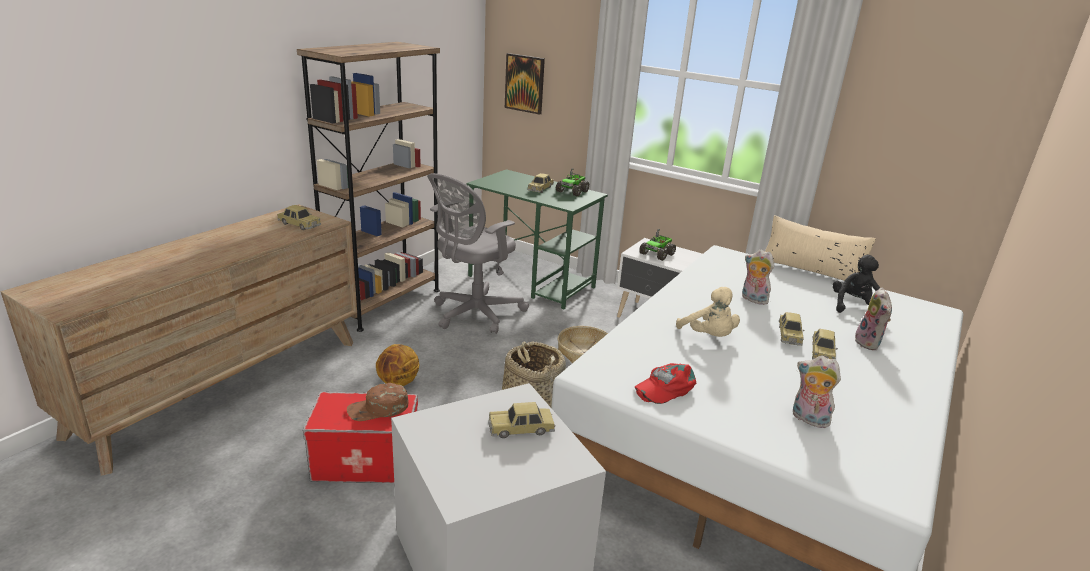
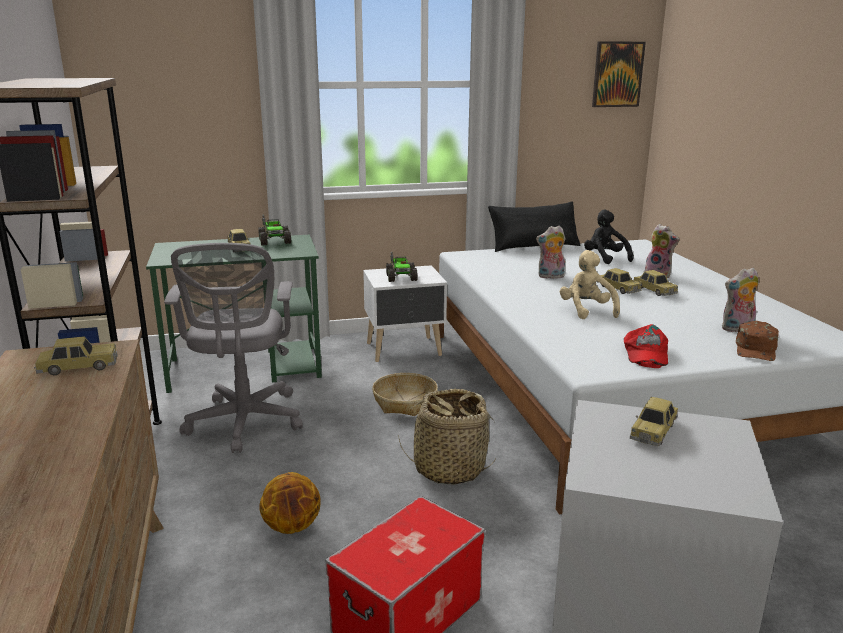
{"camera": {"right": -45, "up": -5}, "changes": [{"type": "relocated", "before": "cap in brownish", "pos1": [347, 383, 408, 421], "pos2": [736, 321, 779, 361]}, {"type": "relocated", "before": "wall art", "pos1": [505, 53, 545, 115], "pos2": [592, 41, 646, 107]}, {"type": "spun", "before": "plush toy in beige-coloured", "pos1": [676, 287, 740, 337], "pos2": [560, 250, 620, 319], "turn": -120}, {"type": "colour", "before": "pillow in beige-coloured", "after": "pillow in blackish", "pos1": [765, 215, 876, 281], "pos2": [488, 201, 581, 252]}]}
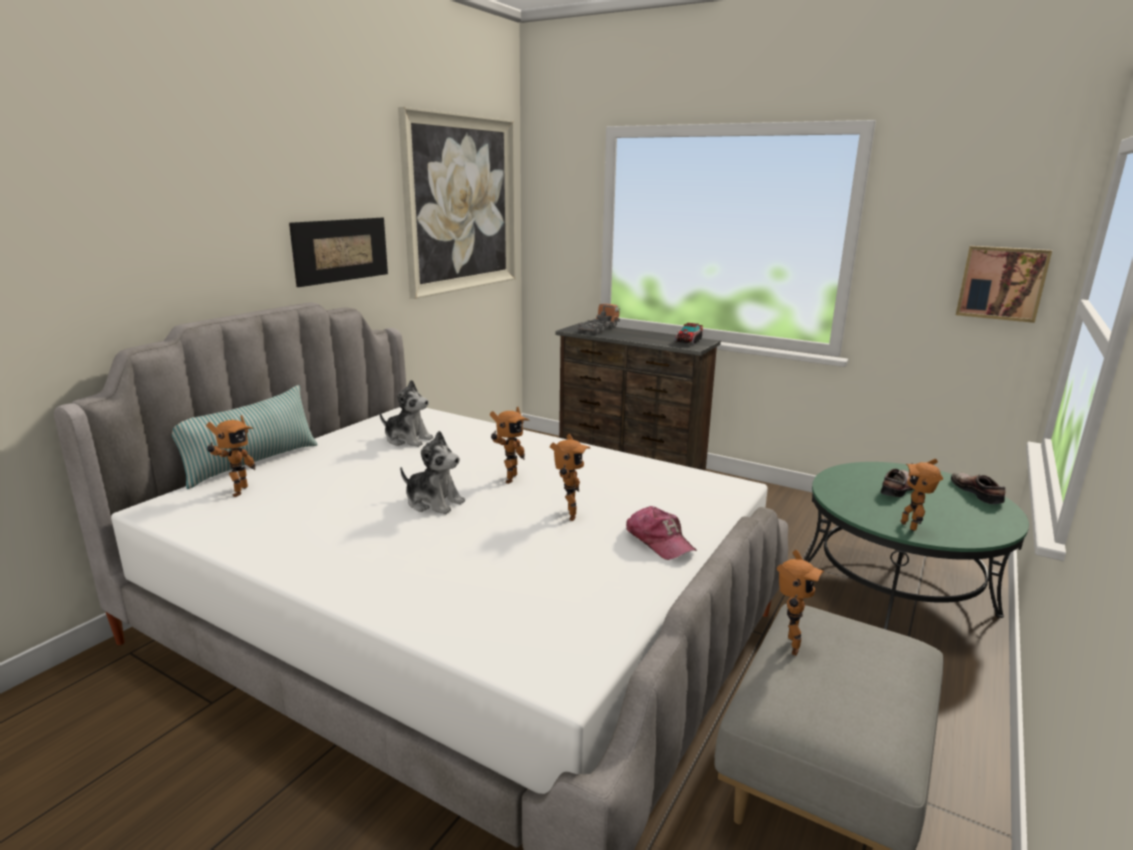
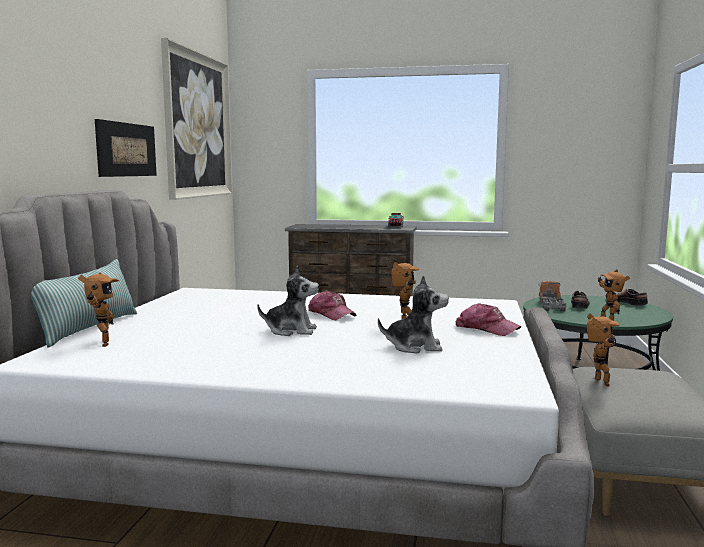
{"camera": {"right": -20, "up": -10}, "changes": [{"type": "relocated", "before": "plush toy", "pos1": [379, 380, 434, 447], "pos2": [378, 275, 449, 354]}, {"type": "exchanged", "before": "model robot", "after": "cap", "pos1": [490, 407, 529, 484], "pos2": [309, 291, 357, 320]}, {"type": "relocated", "before": "toy truck", "pos1": [577, 304, 620, 334], "pos2": [539, 281, 566, 311]}, {"type": "missing", "before": "wall art", "pos1": [956, 246, 1052, 323]}]}
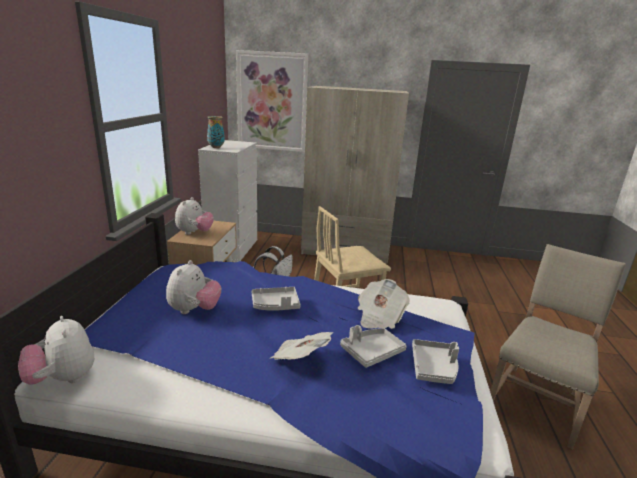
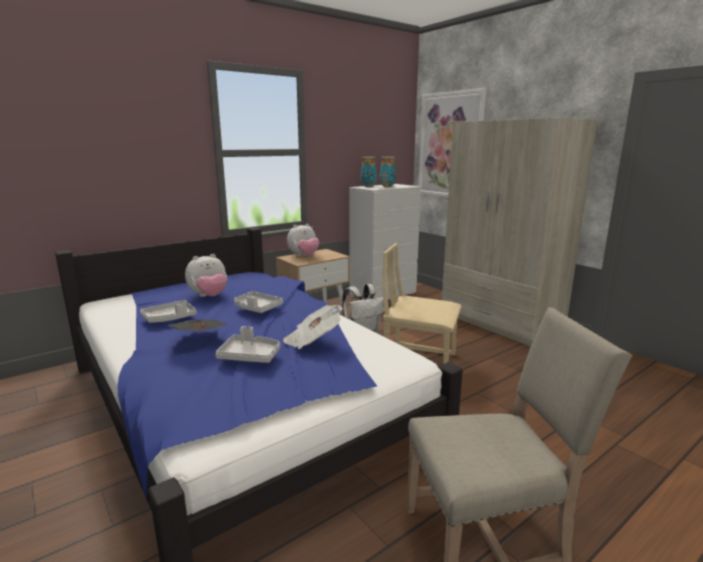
{"camera": {"right": 45, "up": -5}, "changes": [{"type": "missing", "before": "plush toy", "pos1": [18, 316, 94, 385]}, {"type": "relocated", "before": "carrying tray in gray", "pos1": [412, 339, 459, 384], "pos2": [140, 300, 197, 323]}, {"type": "appeared", "after": "decorative vase", "pos2": [380, 157, 396, 187]}]}
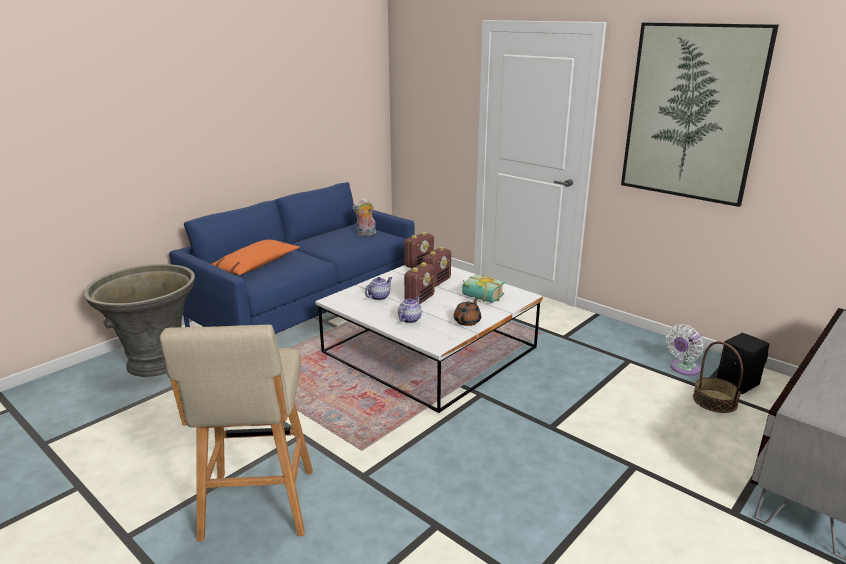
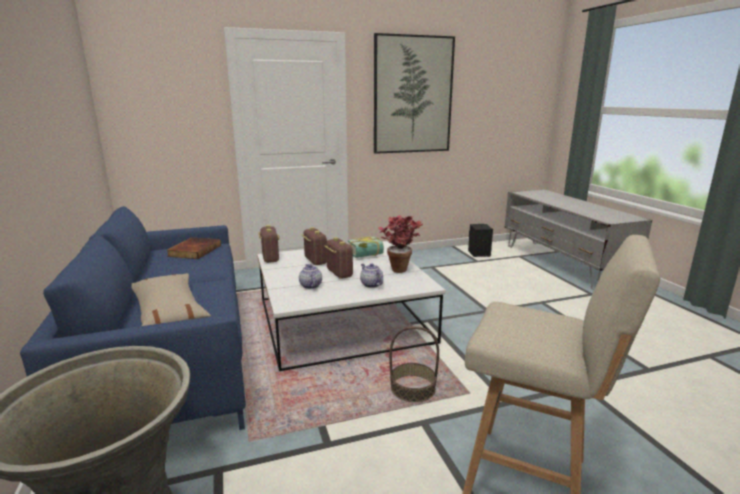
{"camera": {"right": -60, "up": -5}, "changes": [{"type": "colour", "before": "pillow in orangey", "after": "pillow in beige-coloured", "pos1": [212, 239, 300, 276], "pos2": [131, 273, 211, 326]}, {"type": "exchanged", "before": "plush toy", "after": "volume", "pos1": [352, 198, 376, 236], "pos2": [167, 237, 221, 259]}, {"type": "exchanged", "before": "pot for tea in brownish", "after": "houseplant", "pos1": [454, 297, 481, 326], "pos2": [378, 215, 423, 273]}, {"type": "missing", "before": "electric fan in whitish", "pos1": [666, 324, 704, 376]}, {"type": "relocated", "before": "basket", "pos1": [693, 341, 743, 413], "pos2": [389, 326, 439, 402]}]}
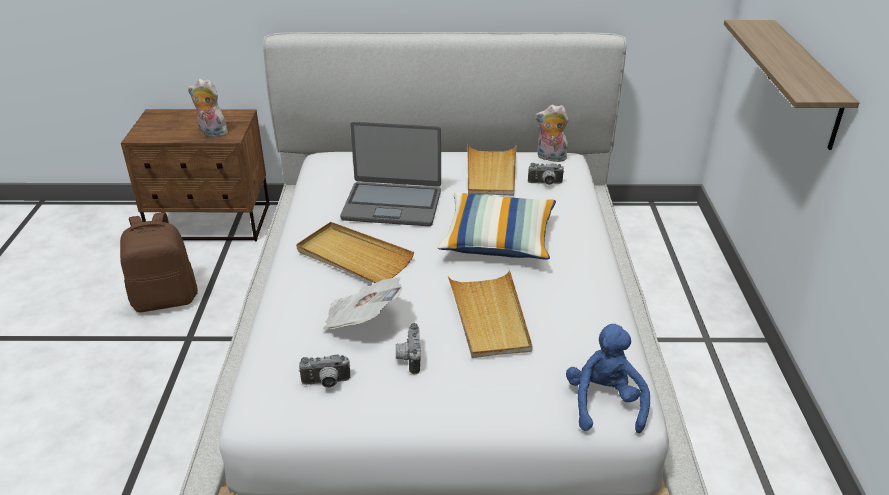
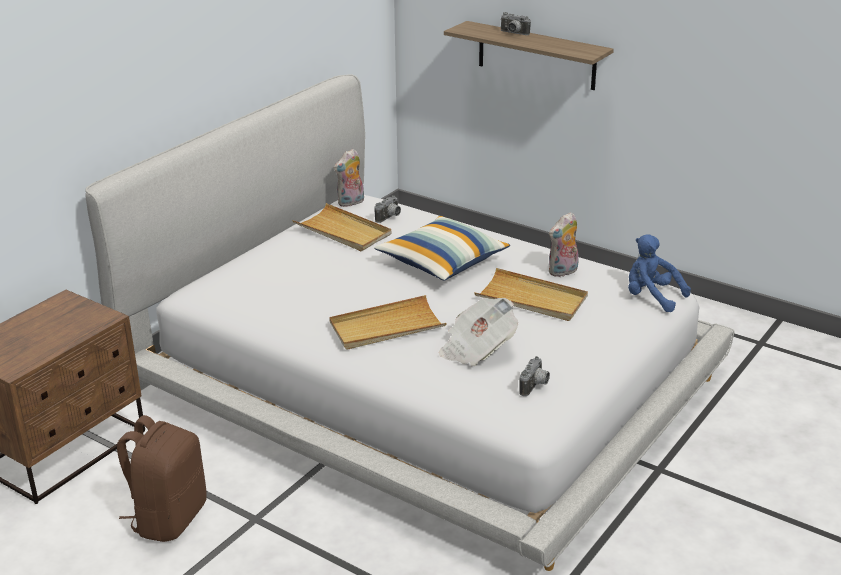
{"camera": {"right": -55, "up": -5}, "changes": [{"type": "relocated", "before": "plush toy", "pos1": [188, 79, 228, 137], "pos2": [549, 212, 579, 277]}, {"type": "missing", "before": "notebook computer", "pos1": [340, 122, 441, 226]}, {"type": "relocated", "before": "still camera", "pos1": [396, 323, 421, 374], "pos2": [500, 12, 531, 35]}]}
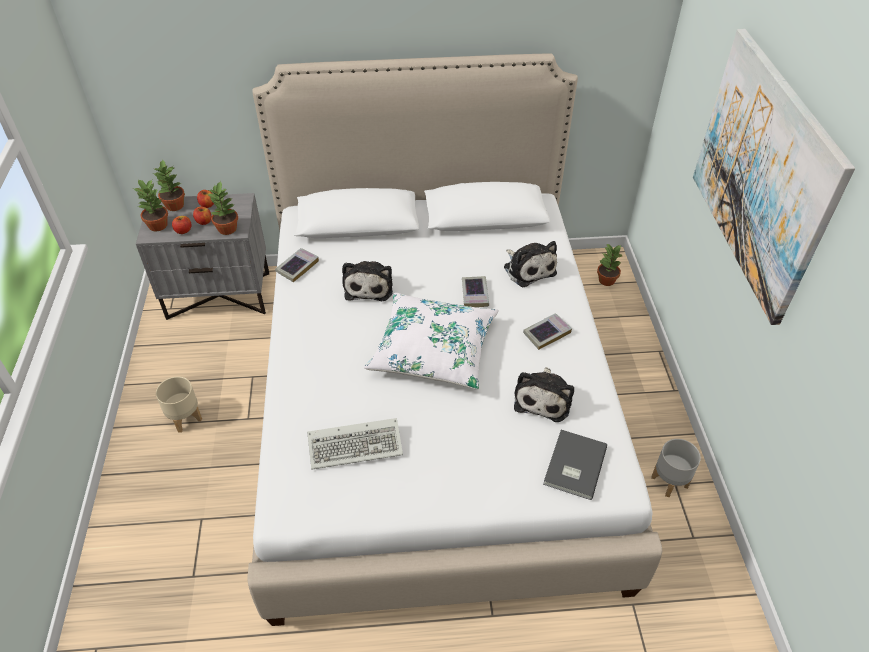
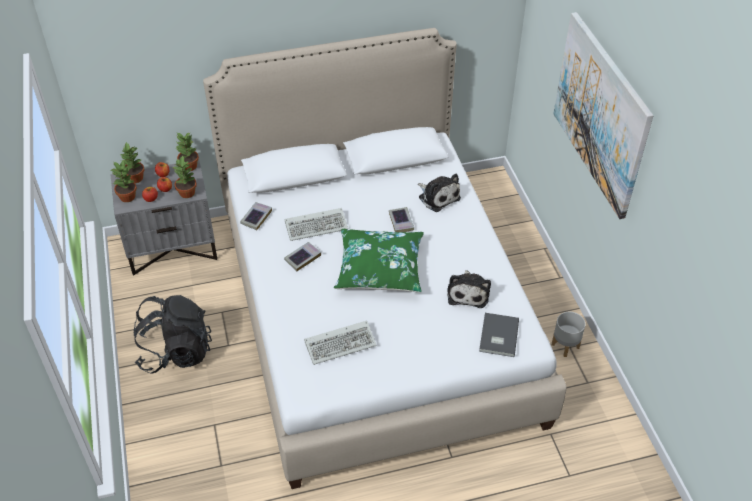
{"camera": {"right": -10, "up": 0}, "changes": [{"type": "exchanged", "before": "plant pot in beige-coloured", "after": "knapsack in blackish", "pos1": [156, 377, 202, 433], "pos2": [134, 295, 212, 374]}, {"type": "exchanged", "before": "plush toy", "after": "computer keyboard", "pos1": [342, 261, 393, 301], "pos2": [285, 208, 348, 241]}, {"type": "colour", "before": "pillow in whitish", "after": "pillow in green-coloured", "pos1": [364, 293, 499, 389], "pos2": [334, 229, 424, 293]}, {"type": "relocated", "before": "volume", "pos1": [523, 313, 572, 350], "pos2": [284, 242, 321, 271]}, {"type": "relocated", "before": "houseplant", "pos1": [597, 244, 622, 286], "pos2": [176, 133, 199, 171]}]}
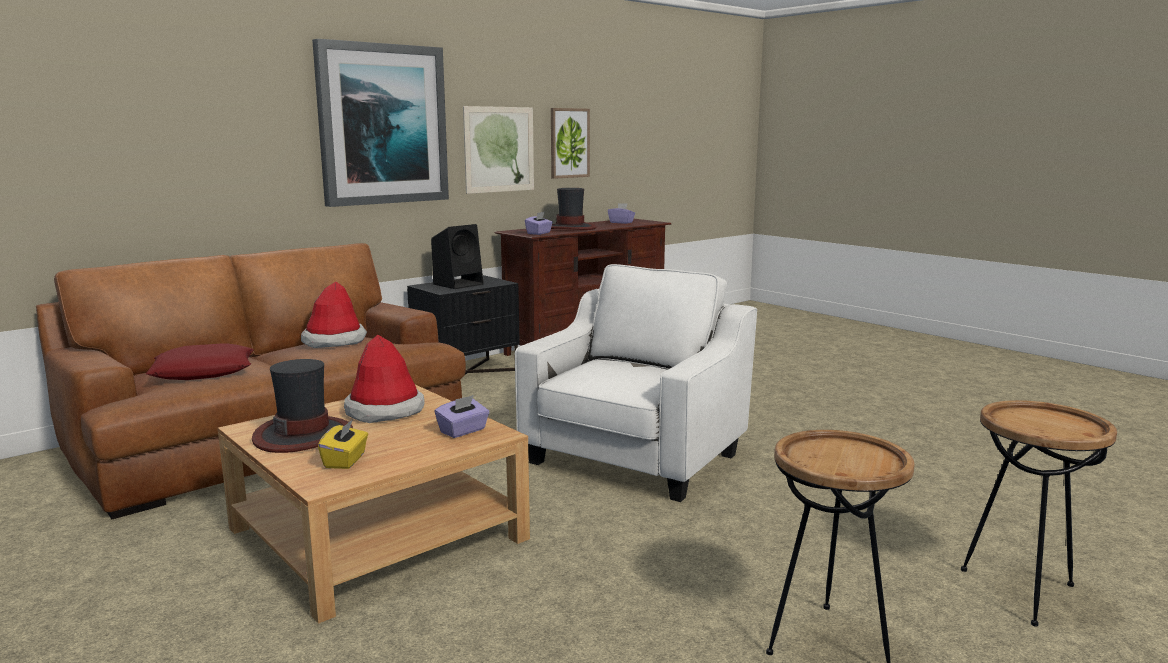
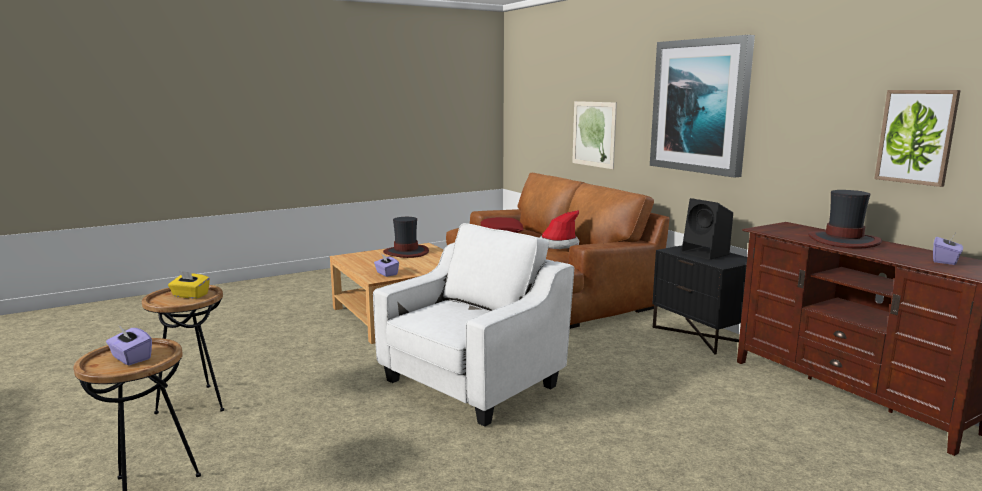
{"camera": {"right": 100, "up": 0}, "changes": [{"type": "relocated", "before": "box of tissues in yellowish", "pos1": [318, 419, 368, 469], "pos2": [168, 271, 210, 299]}, {"type": "missing", "before": "wearable hat", "pos1": [344, 335, 425, 423]}, {"type": "relocated", "before": "wall art", "pos1": [463, 106, 534, 194], "pos2": [572, 101, 617, 169]}, {"type": "spun", "before": "armchair in whitish", "pos1": [515, 264, 757, 502], "pos2": [373, 223, 574, 427], "turn": -90}, {"type": "relocated", "before": "box of tissues in purple", "pos1": [525, 212, 553, 235], "pos2": [106, 326, 152, 365]}]}
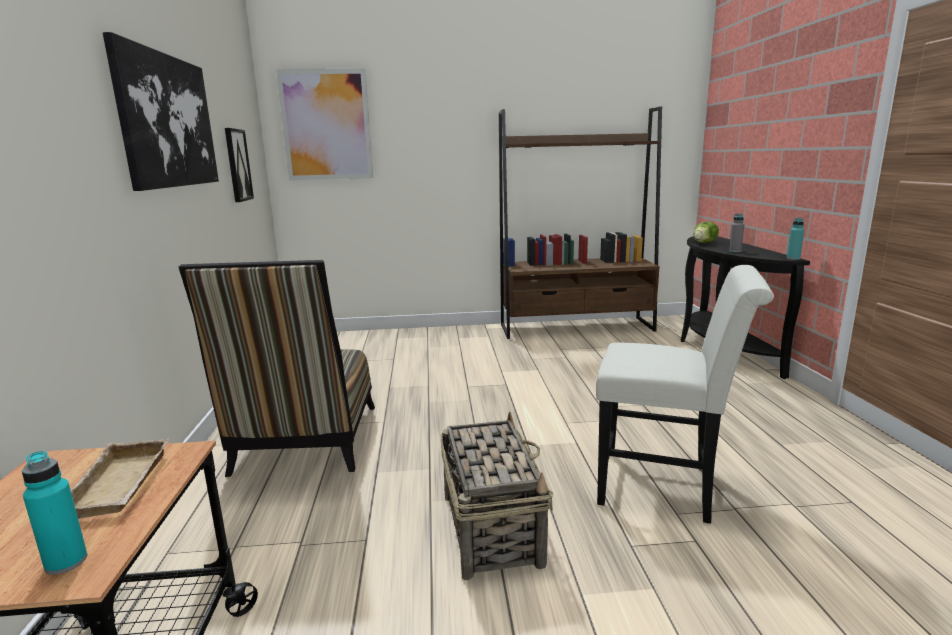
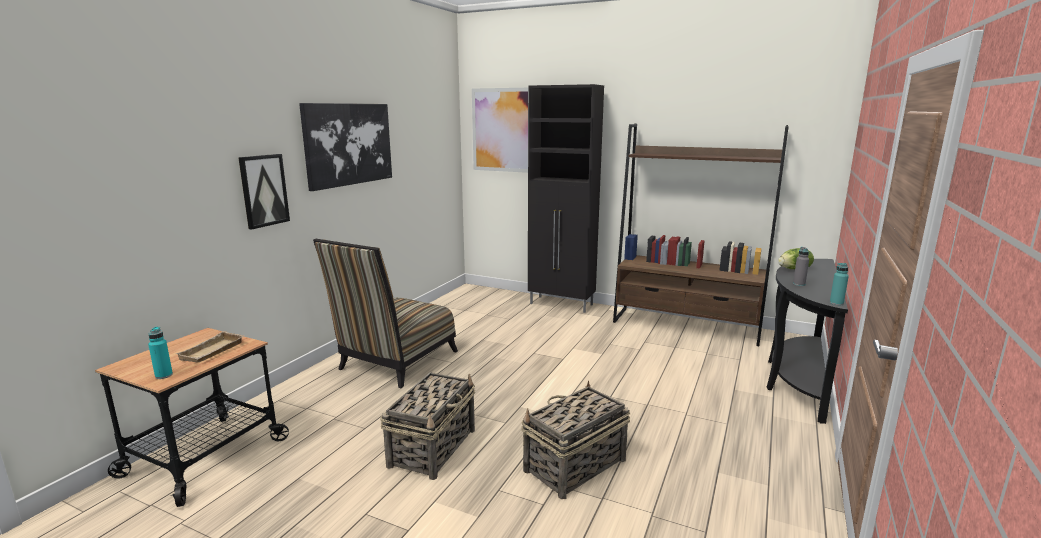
{"camera": {"right": 30, "up": 0}, "changes": [{"type": "relocated", "before": "wall art", "pos1": [225, 128, 254, 202], "pos2": [238, 154, 290, 230]}, {"type": "exchanged", "before": "chair in whitish", "after": "basket", "pos1": [596, 265, 774, 524], "pos2": [521, 381, 630, 499]}, {"type": "appeared", "after": "cabinet in blackish", "pos2": [528, 84, 604, 313]}]}
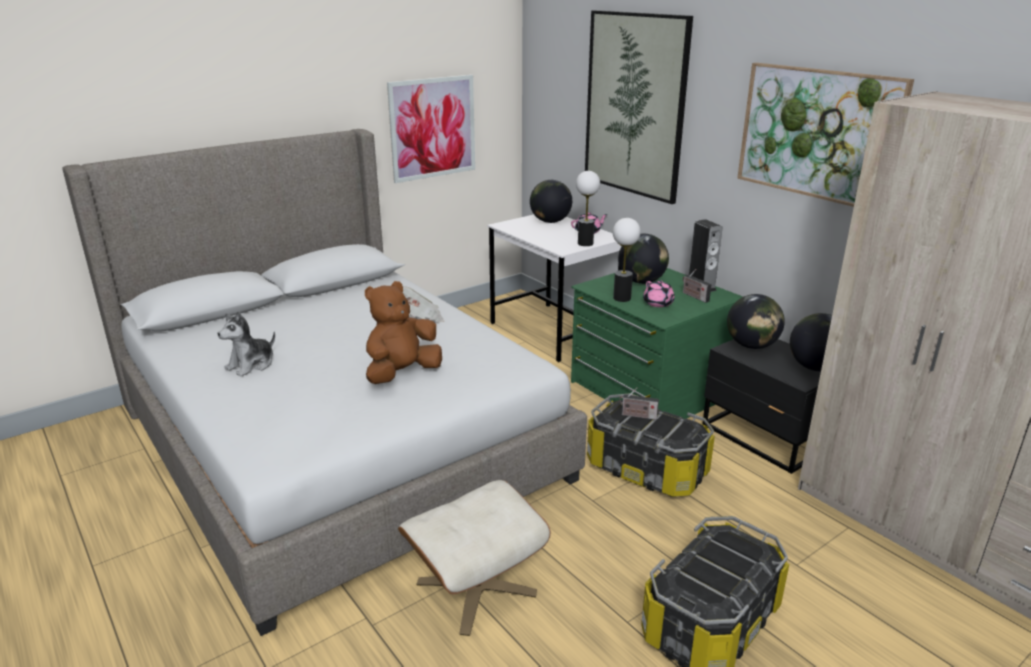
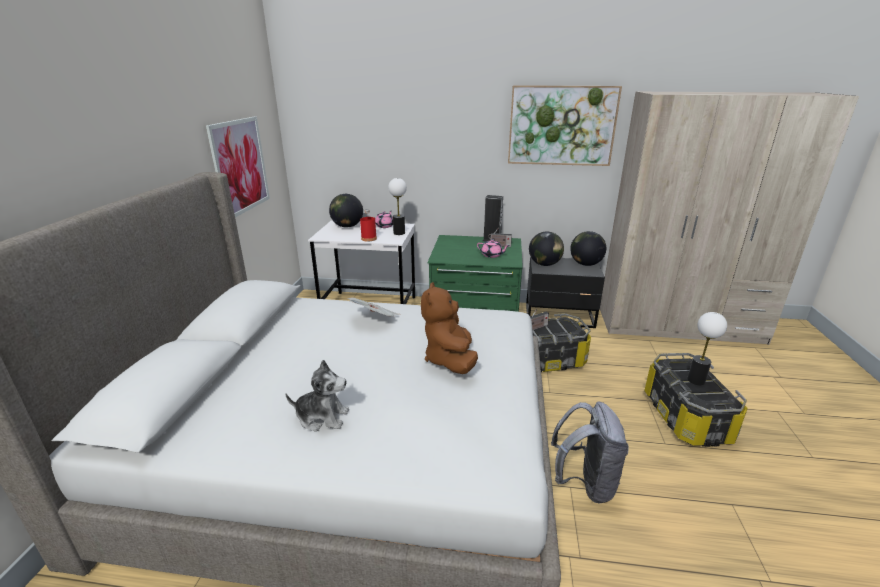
{"camera": {"right": -45, "up": 0}, "changes": [{"type": "spun", "before": "plush toy", "pos1": [217, 311, 275, 377], "pos2": [286, 360, 349, 432], "turn": -75}, {"type": "exchanged", "before": "ottoman in beige-coloured", "after": "knapsack in gray", "pos1": [398, 480, 551, 636], "pos2": [551, 402, 629, 503]}, {"type": "missing", "before": "wall art", "pos1": [585, 10, 693, 204]}, {"type": "relocated", "before": "table lamp", "pos1": [613, 218, 641, 302], "pos2": [687, 312, 727, 385]}, {"type": "missing", "before": "globe", "pos1": [618, 234, 669, 284]}, {"type": "appeared", "after": "bottle in red-coloured", "pos2": [360, 209, 377, 242]}]}
